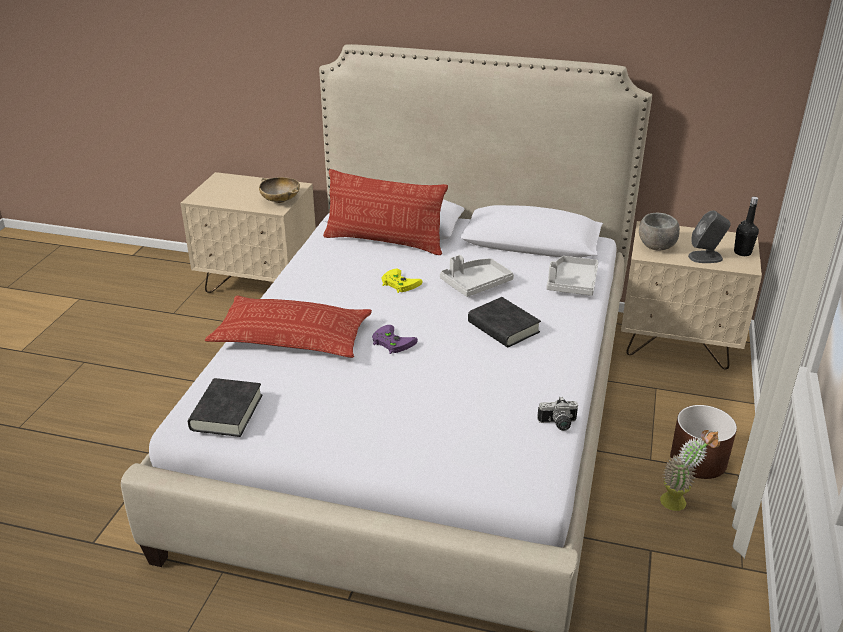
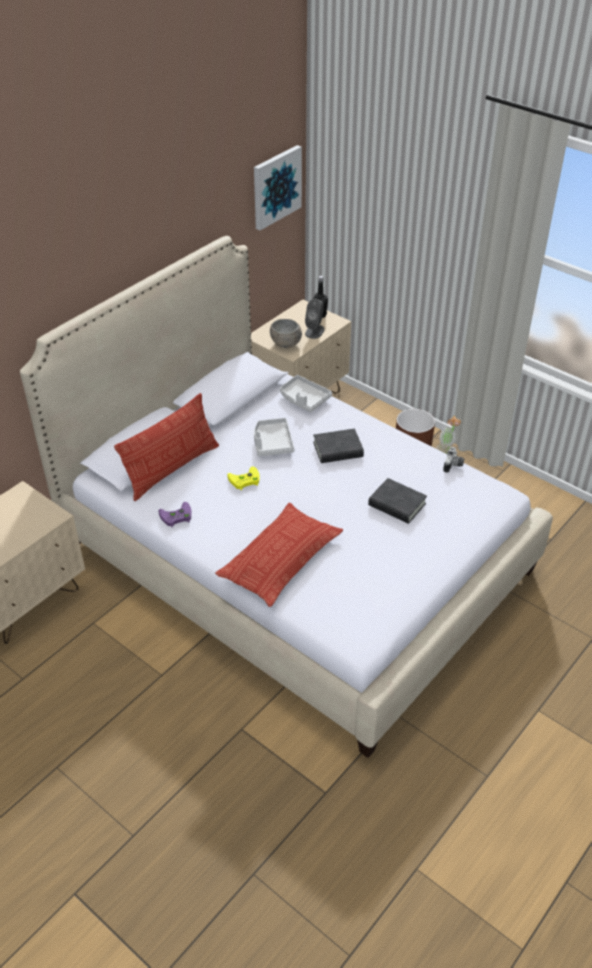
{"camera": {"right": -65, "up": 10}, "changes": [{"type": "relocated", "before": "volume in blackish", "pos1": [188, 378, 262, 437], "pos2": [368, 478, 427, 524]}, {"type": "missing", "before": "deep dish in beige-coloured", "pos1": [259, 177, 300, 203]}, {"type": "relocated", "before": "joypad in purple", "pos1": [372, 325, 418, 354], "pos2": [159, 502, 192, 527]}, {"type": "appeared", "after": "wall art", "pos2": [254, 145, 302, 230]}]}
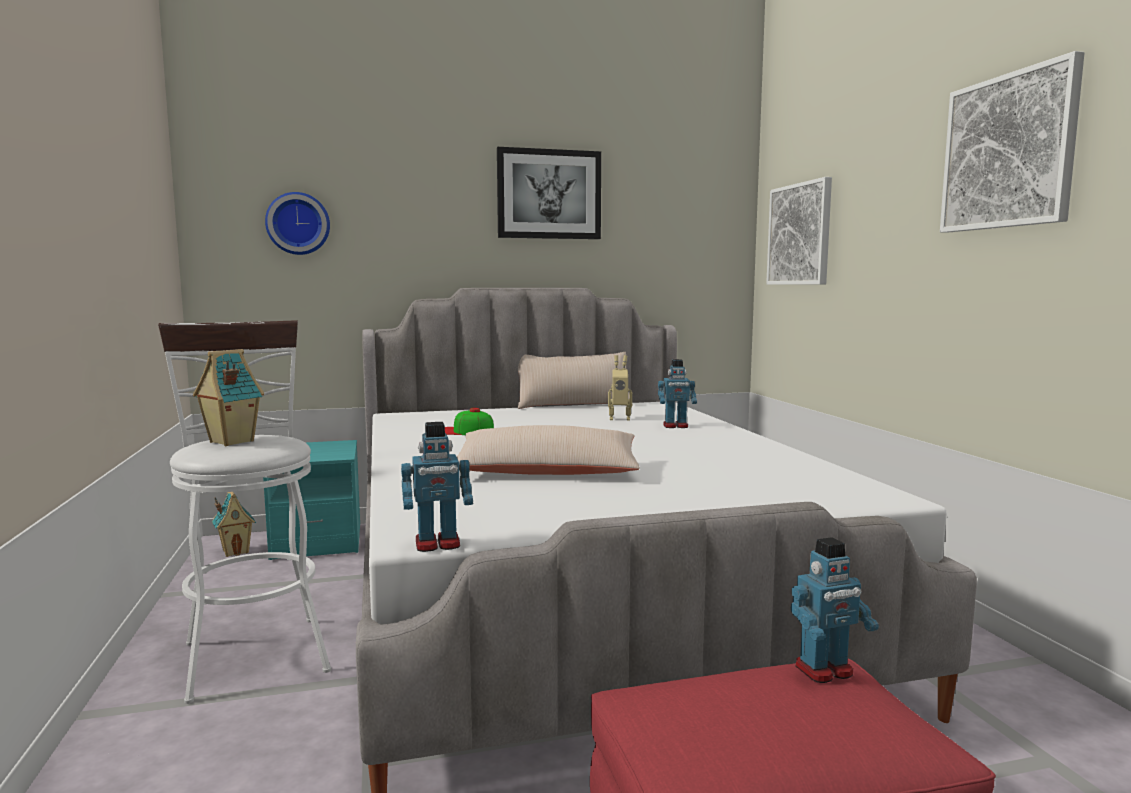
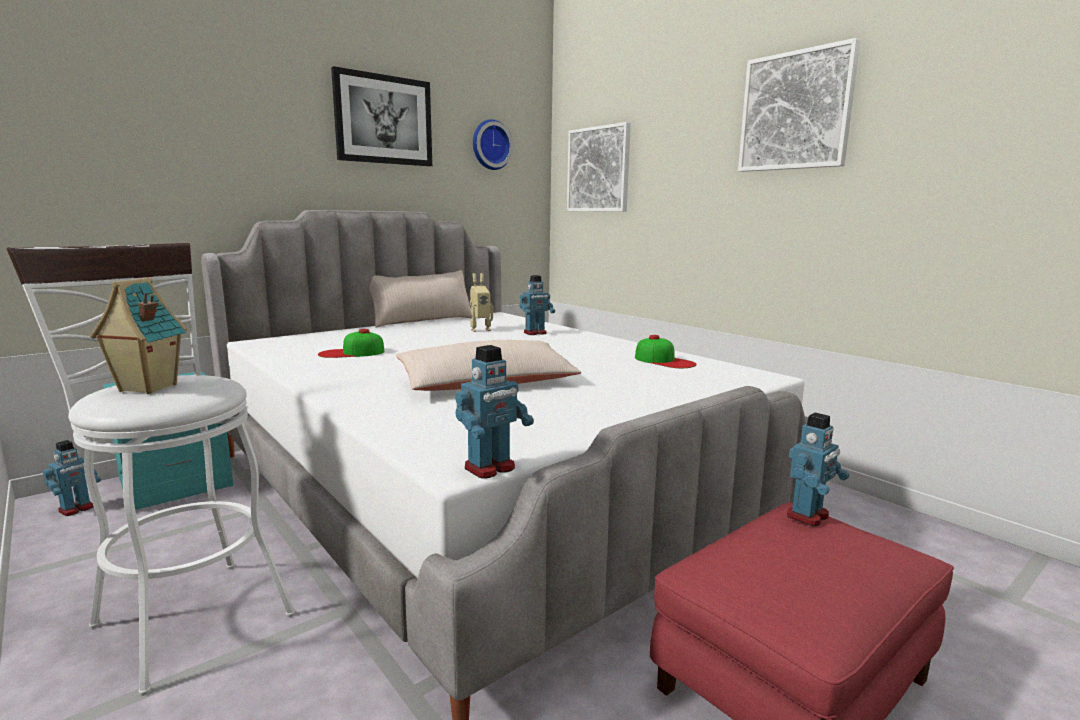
{"camera": {"right": -25, "up": 5}, "changes": [{"type": "exchanged", "before": "toy house", "after": "model robot", "pos1": [212, 492, 256, 557], "pos2": [43, 440, 101, 516]}, {"type": "relocated", "before": "hanging clock", "pos1": [265, 192, 330, 255], "pos2": [473, 119, 513, 170]}, {"type": "appeared", "after": "cap", "pos2": [635, 335, 697, 368]}]}
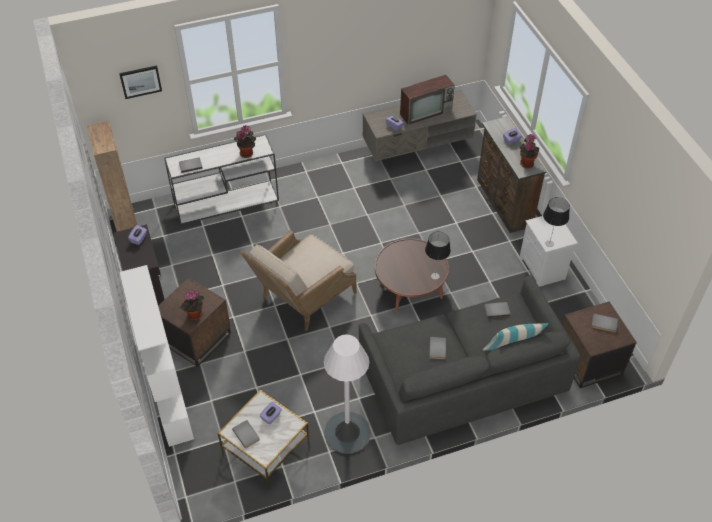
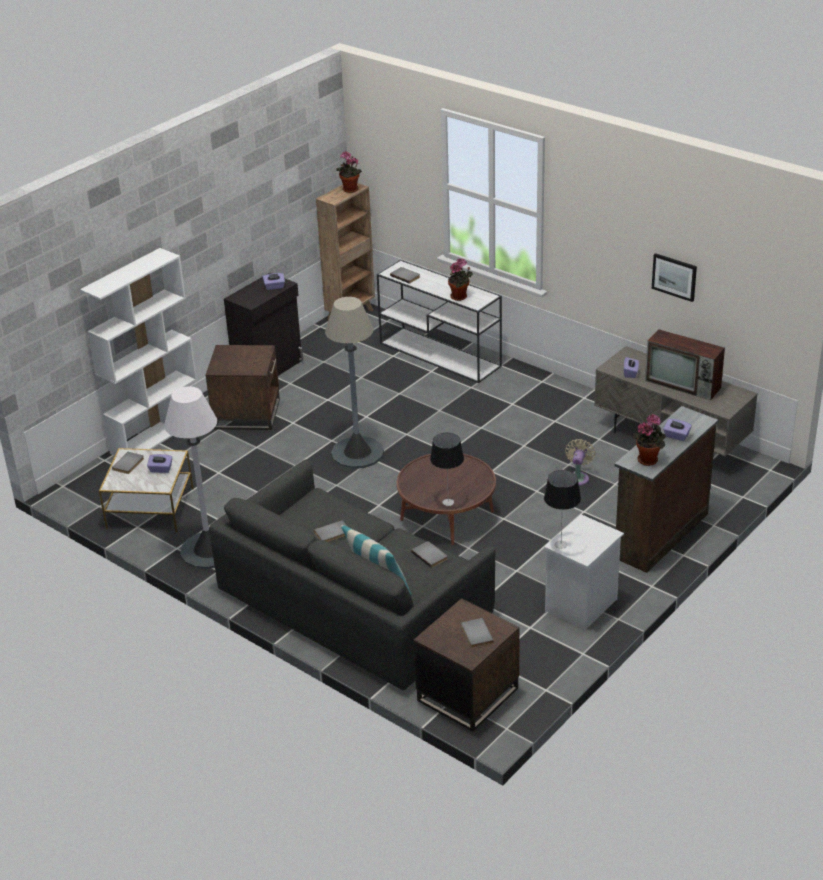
{"camera": {"right": 60, "up": -15}, "changes": [{"type": "relocated", "before": "wall art", "pos1": [119, 65, 162, 99], "pos2": [652, 253, 697, 302]}, {"type": "relocated", "before": "houseplant", "pos1": [180, 290, 204, 320], "pos2": [336, 151, 362, 193]}, {"type": "exchanged", "before": "armchair in beige-coloured", "after": "floor lamp in gray", "pos1": [240, 230, 357, 331], "pos2": [325, 297, 384, 469]}, {"type": "appeared", "after": "electric fan in beige-coloured", "pos2": [565, 439, 595, 486]}]}
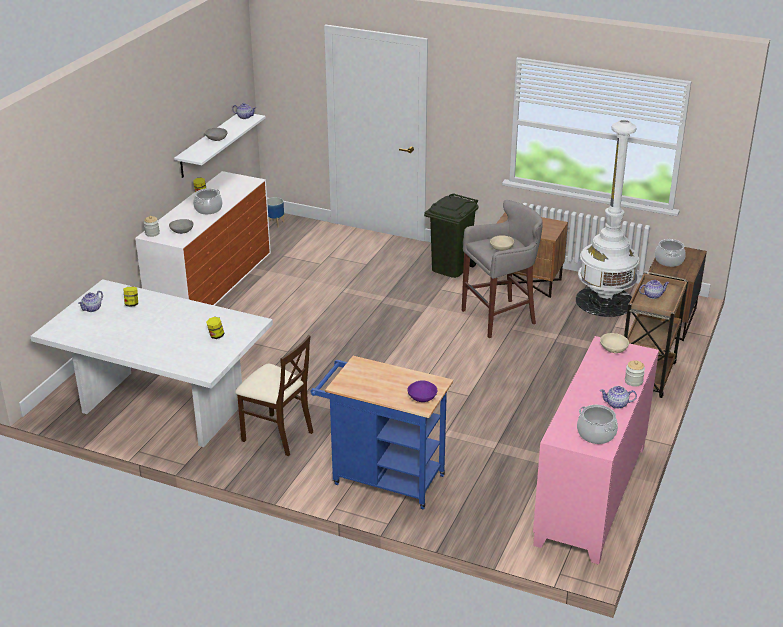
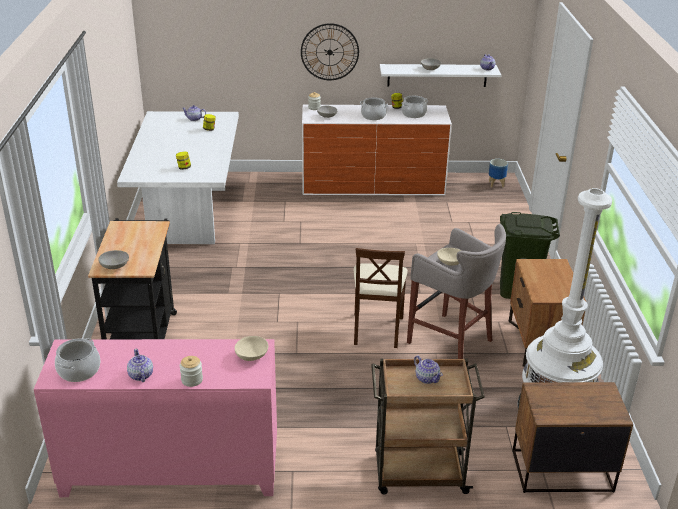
{"camera": {"right": 65, "up": 0}, "changes": [{"type": "relocated", "before": "chair in beige-coloured", "pos1": [235, 335, 313, 456], "pos2": [354, 248, 408, 348]}, {"type": "colour", "before": "cart in bluish", "after": "cart in blackish", "pos1": [311, 356, 453, 509], "pos2": [88, 218, 177, 339]}, {"type": "colour", "before": "deep dish in purple", "after": "deep dish in gray", "pos1": [408, 380, 437, 402], "pos2": [98, 250, 129, 269]}, {"type": "relocated", "before": "cooking pot", "pos1": [655, 239, 686, 267], "pos2": [401, 96, 428, 118]}, {"type": "appeared", "after": "hanging clock", "pos2": [301, 23, 359, 80]}]}
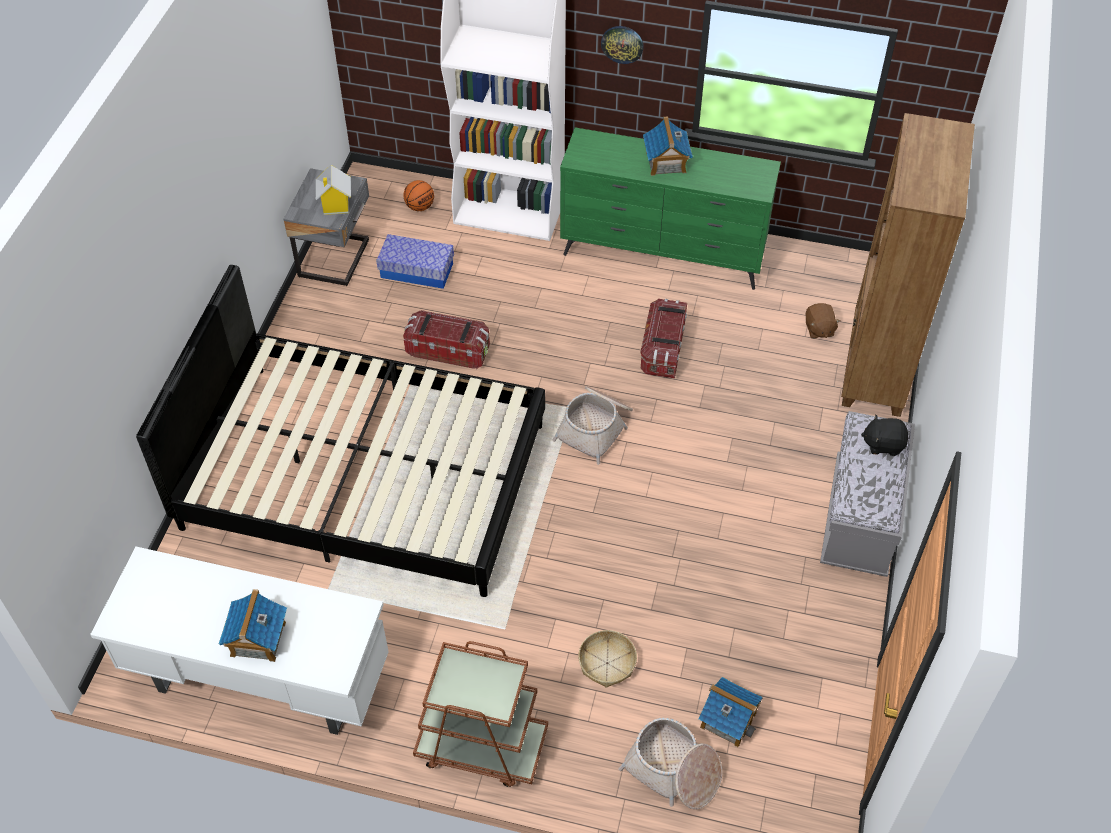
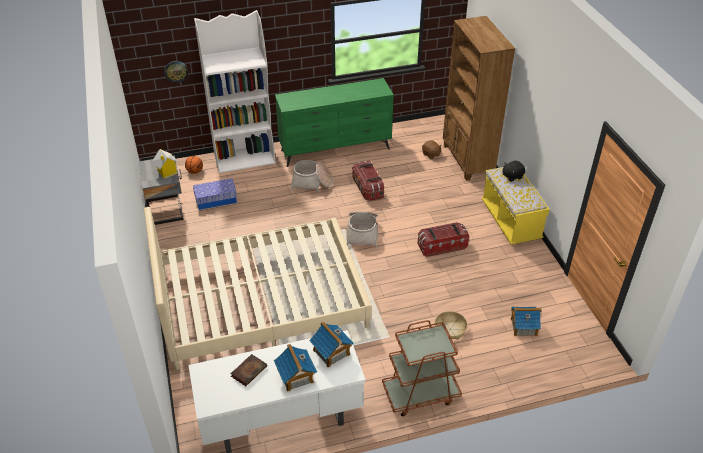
{"camera": {"right": -30, "up": -10}, "changes": [{"type": "colour", "before": "bed in blackish", "after": "bed in beige-coloured", "pos1": [136, 265, 545, 597], "pos2": [144, 207, 372, 370]}, {"type": "relocated", "before": "storage container", "pos1": [403, 310, 490, 369], "pos2": [418, 222, 469, 257]}, {"type": "relocated", "before": "hanging clock", "pos1": [601, 26, 644, 64], "pos2": [164, 61, 188, 83]}, {"type": "relocated", "before": "basket", "pos1": [618, 718, 722, 809], "pos2": [291, 160, 333, 192]}, {"type": "relocated", "before": "toy house", "pos1": [643, 117, 693, 176], "pos2": [309, 321, 354, 368]}, {"type": "colour", "before": "indoor bench in gray", "after": "indoor bench in yellowish", "pos1": [820, 411, 915, 577], "pos2": [482, 167, 550, 245]}, {"type": "appeared", "after": "volume", "pos2": [230, 354, 267, 386]}]}
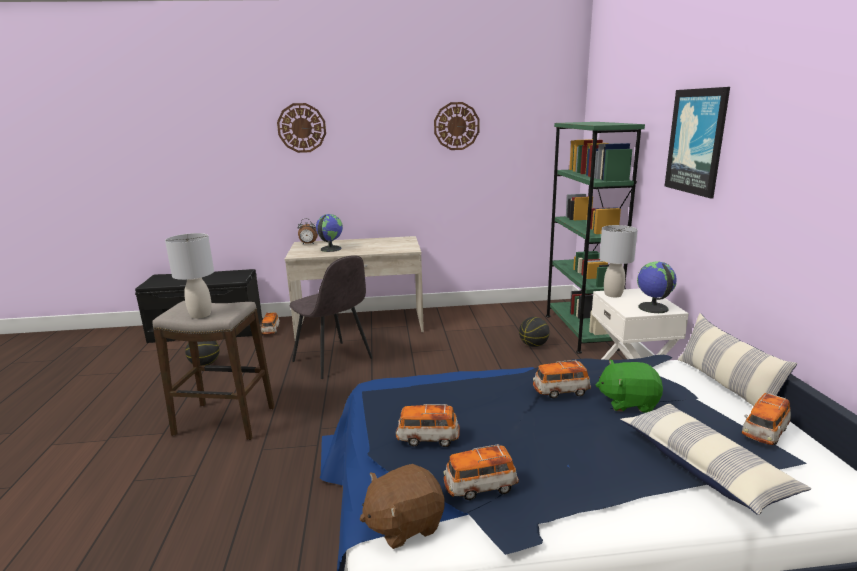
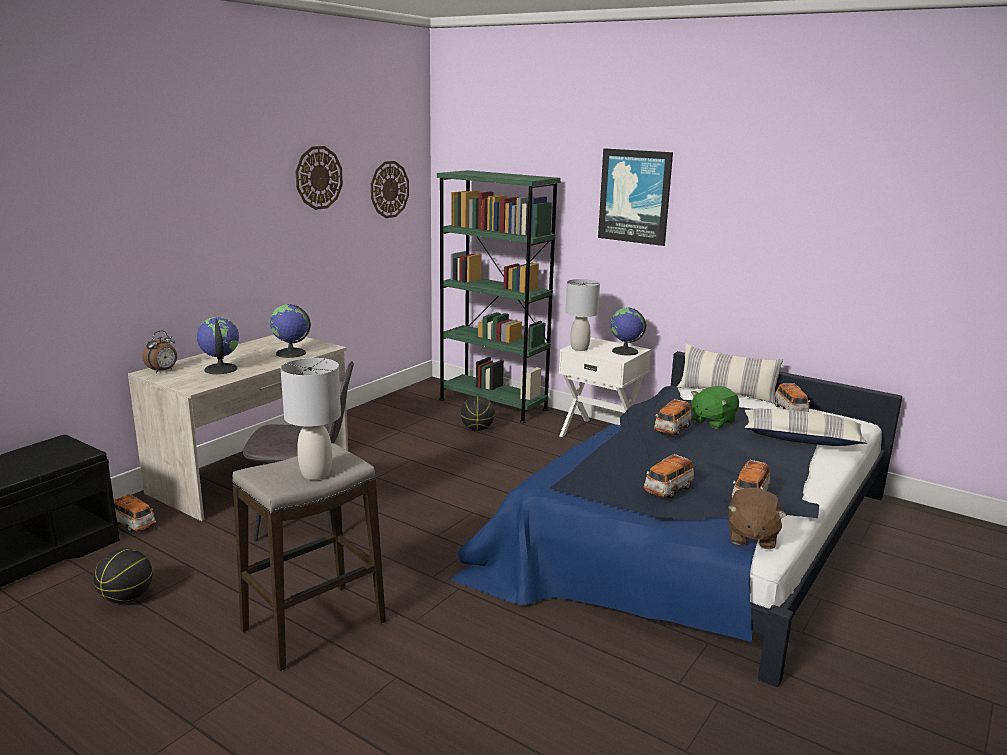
{"camera": {"right": -50, "up": 0}, "changes": [{"type": "relocated", "before": "hanging clock", "pos1": [277, 103, 326, 153], "pos2": [371, 161, 409, 218]}, {"type": "appeared", "after": "globe", "pos2": [270, 304, 311, 358]}]}
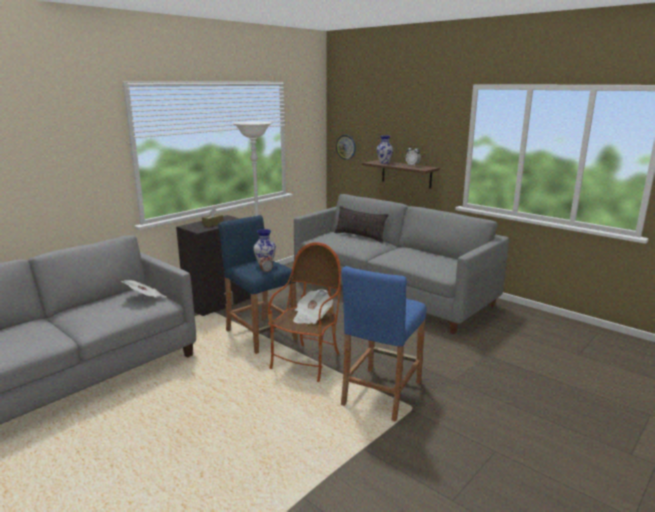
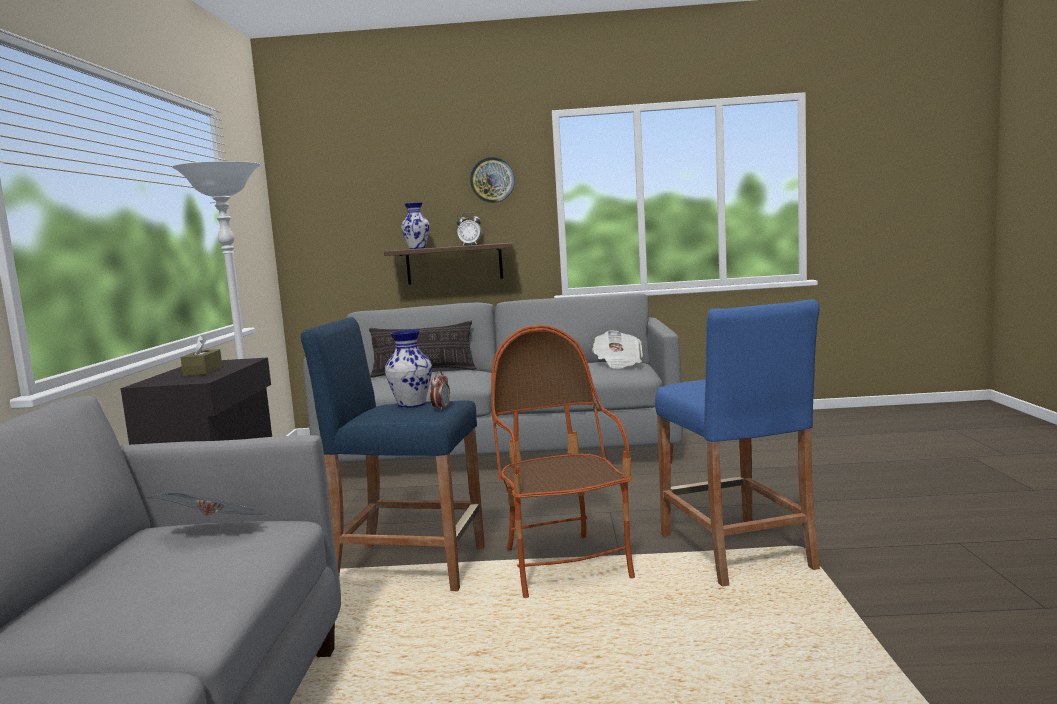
{"camera": {"right": -40, "up": -10}, "changes": [{"type": "relocated", "before": "newspaper", "pos1": [293, 289, 333, 324], "pos2": [592, 331, 643, 369]}, {"type": "relocated", "before": "hanging clock", "pos1": [336, 135, 356, 160], "pos2": [470, 157, 515, 203]}]}
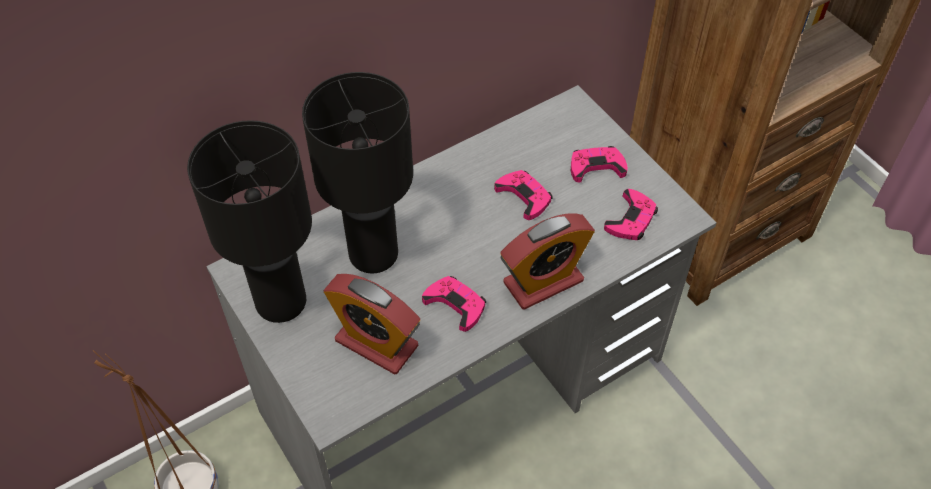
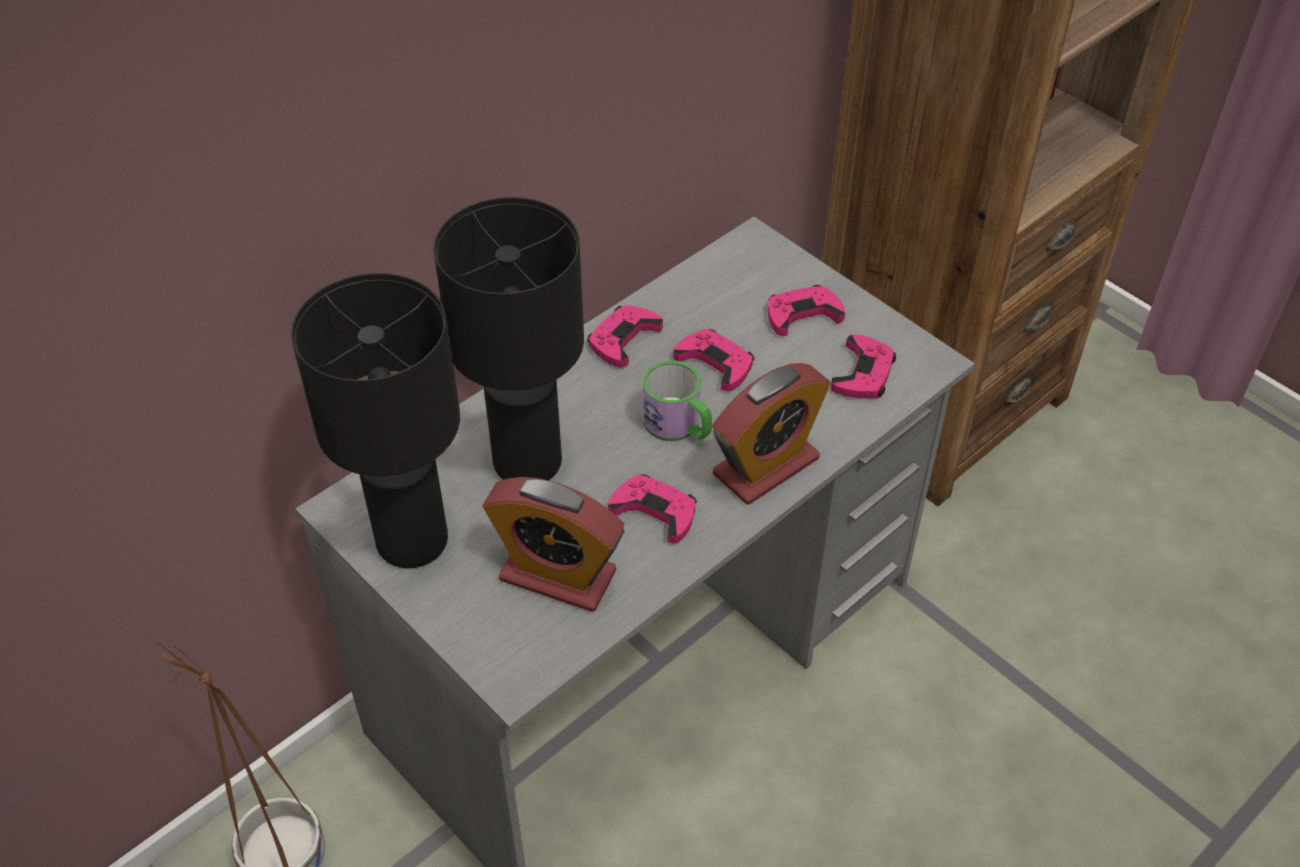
{"camera": {"right": -10, "up": -5}, "changes": [{"type": "appeared", "after": "joypad in pinkish", "pos2": [587, 305, 663, 368]}, {"type": "appeared", "after": "mug", "pos2": [643, 361, 712, 441]}]}
